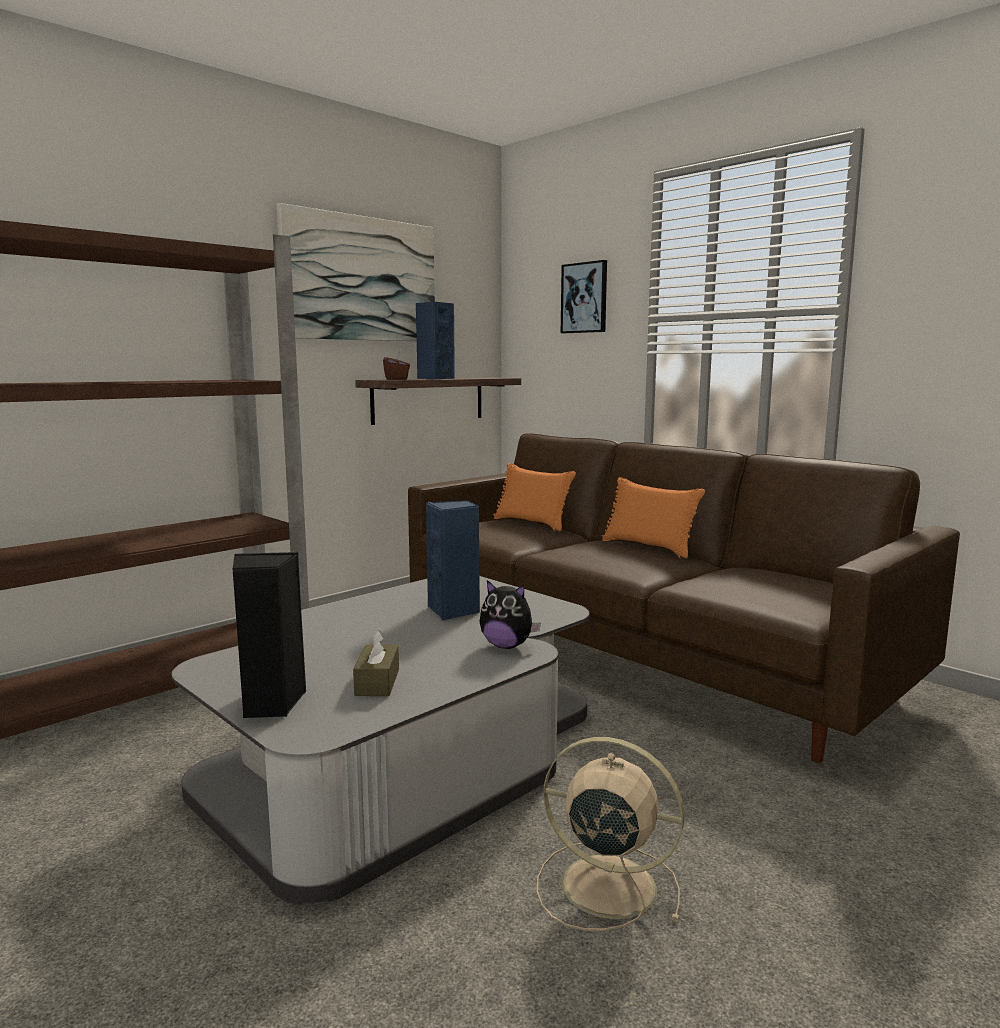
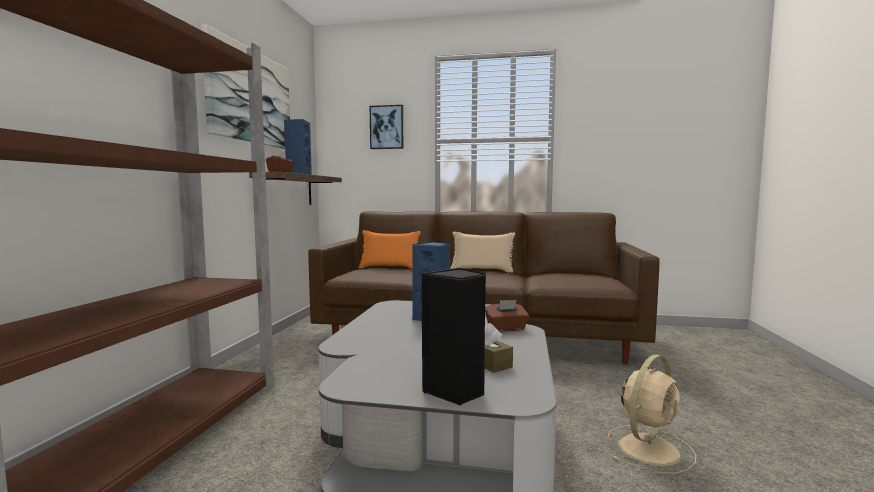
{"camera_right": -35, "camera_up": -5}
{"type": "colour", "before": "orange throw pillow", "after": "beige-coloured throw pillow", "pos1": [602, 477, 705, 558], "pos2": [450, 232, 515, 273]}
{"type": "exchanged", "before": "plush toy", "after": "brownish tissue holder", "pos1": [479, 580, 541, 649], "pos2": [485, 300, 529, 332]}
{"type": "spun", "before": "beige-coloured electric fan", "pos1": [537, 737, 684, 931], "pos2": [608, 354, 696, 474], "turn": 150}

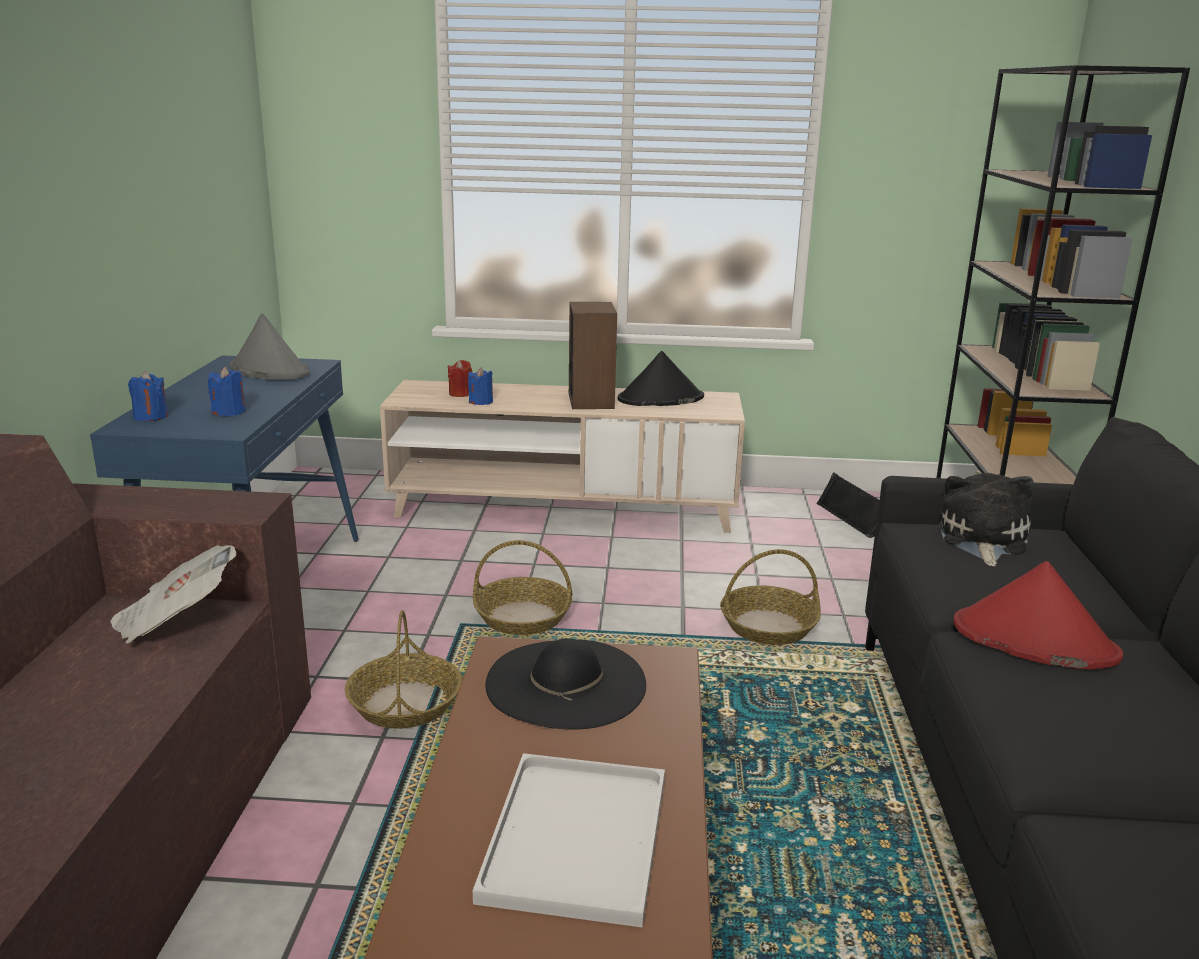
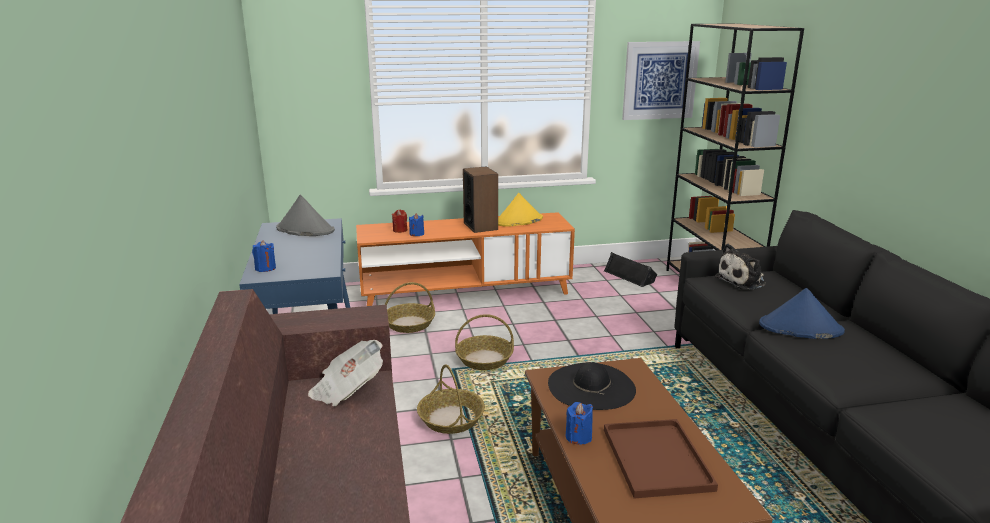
{"camera_right": -15, "camera_up": 0}
{"type": "colour", "before": "beige-coloured media console", "after": "orange media console", "pos1": [380, 380, 745, 533], "pos2": [356, 212, 575, 306]}
{"type": "relocated", "before": "storage basket", "pos1": [720, 549, 821, 645], "pos2": [385, 282, 435, 333]}
{"type": "colour", "before": "black wearable hat", "after": "yellowish wearable hat", "pos1": [618, 351, 704, 406], "pos2": [498, 193, 543, 227]}
{"type": "relocated", "before": "bluish wax candle", "pos1": [208, 367, 246, 416], "pos2": [566, 402, 593, 445]}
{"type": "colour", "before": "white-coloured tray", "after": "brownish tray", "pos1": [473, 753, 665, 927], "pos2": [604, 419, 718, 499]}
{"type": "appeared", "after": "wall picture", "pos2": [622, 41, 700, 120]}
{"type": "spun", "before": "plush toy", "pos1": [939, 473, 1034, 567], "pos2": [715, 244, 766, 290], "turn": -120}
{"type": "colour", "before": "reddish wearable hat", "after": "bluish wearable hat", "pos1": [953, 561, 1123, 669], "pos2": [759, 288, 845, 339]}

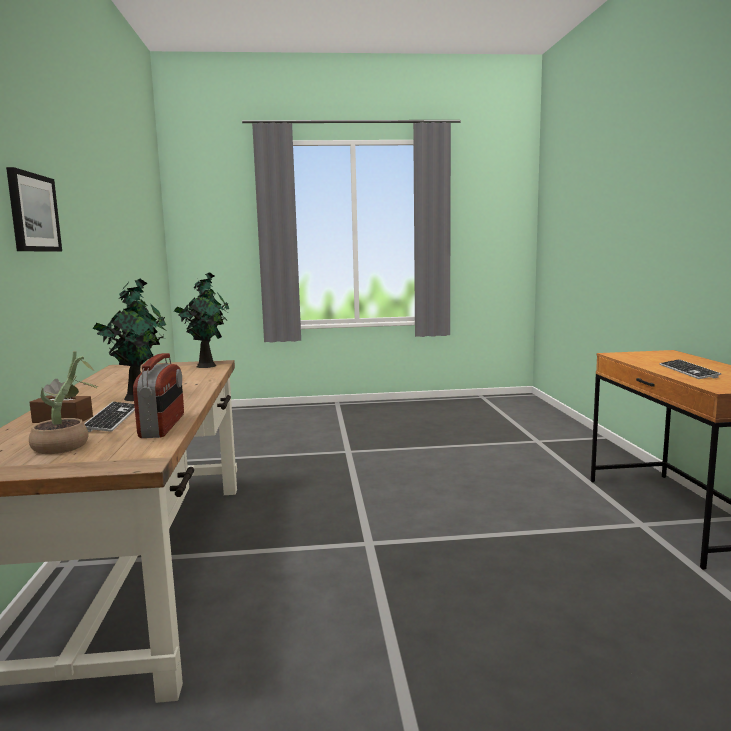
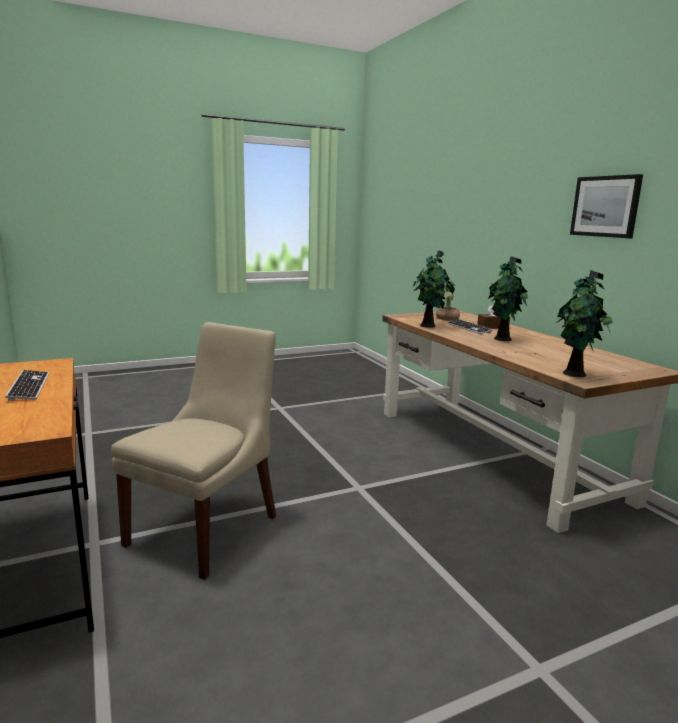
{"camera_right": 160, "camera_up": 5}
{"type": "appeared", "after": "beige-coloured chair", "pos2": [111, 322, 276, 580]}
{"type": "exchanged", "before": "radio", "after": "potted plant", "pos1": [133, 353, 184, 438], "pos2": [413, 251, 455, 328]}

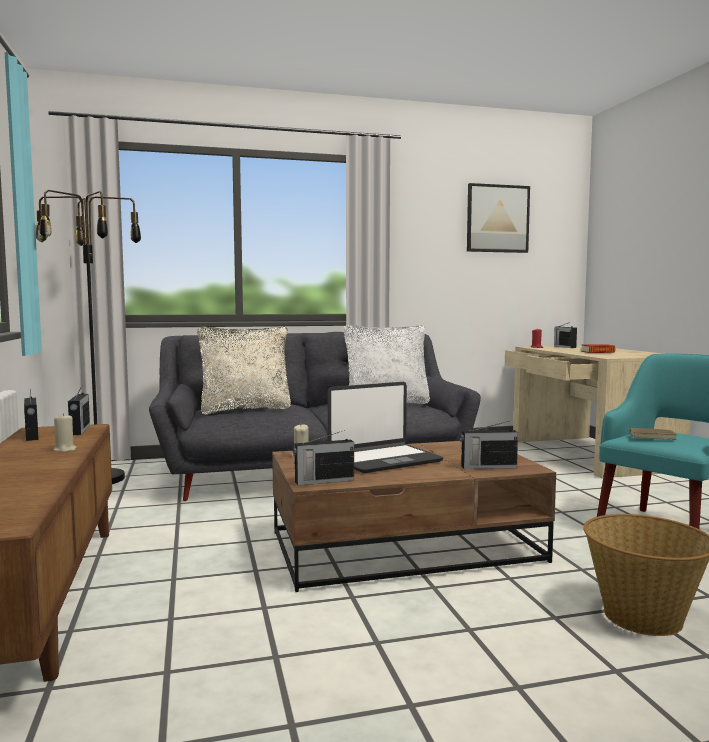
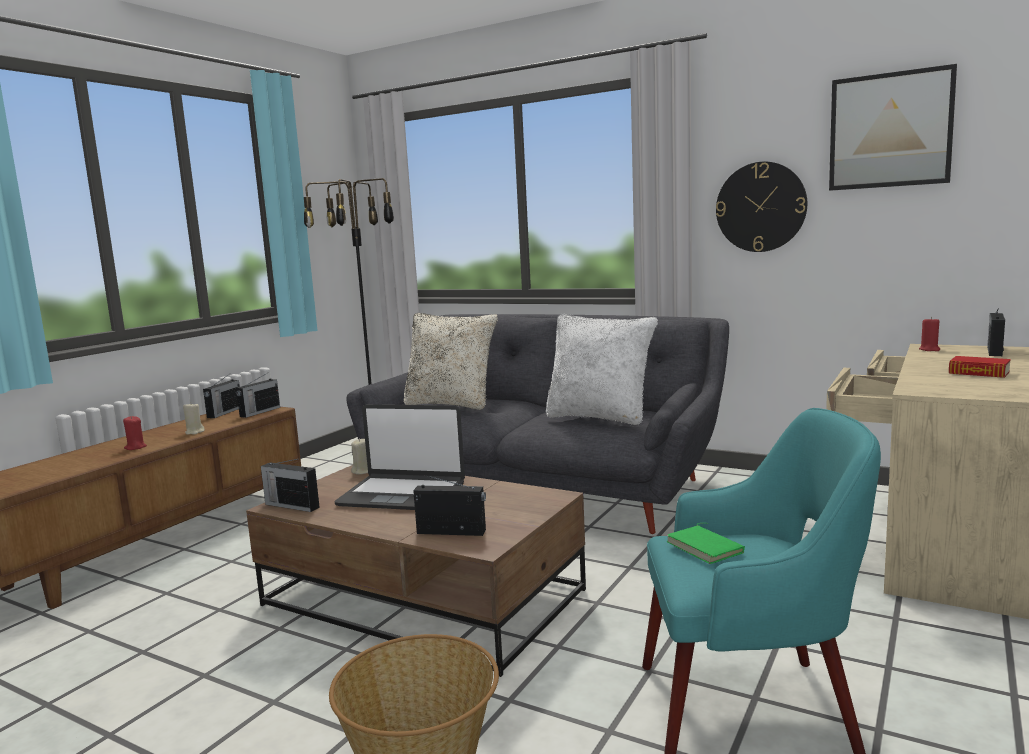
{"camera_right": 45, "camera_up": 5}
{"type": "appeared", "after": "reddish wax candle", "pos2": [123, 416, 147, 450]}
{"type": "spun", "before": "radio", "pos1": [460, 421, 518, 469], "pos2": [413, 475, 486, 536], "turn": 150}
{"type": "colour", "before": "brownish book", "after": "green book", "pos1": [628, 427, 677, 440], "pos2": [667, 523, 745, 564]}
{"type": "appeared", "after": "clock on the wall", "pos2": [716, 162, 807, 252]}

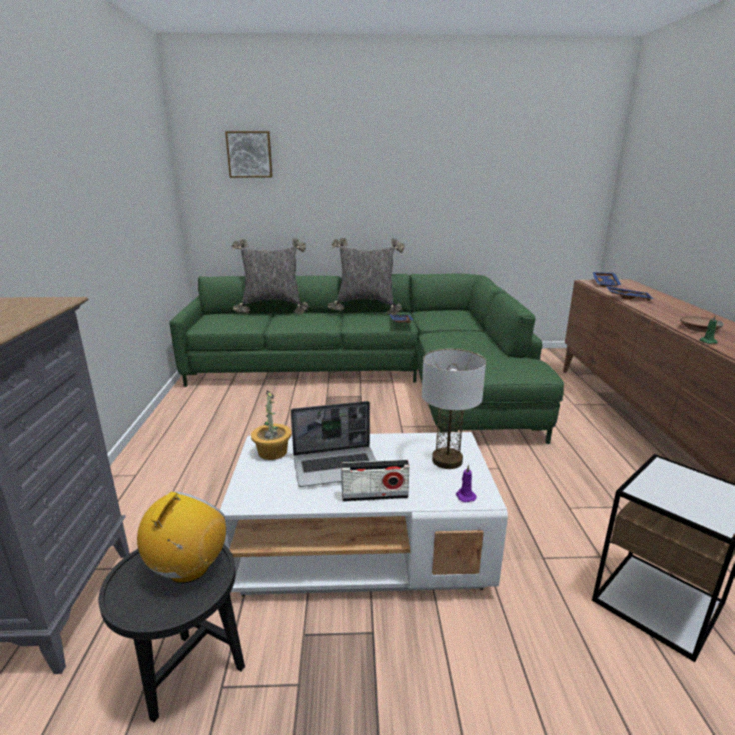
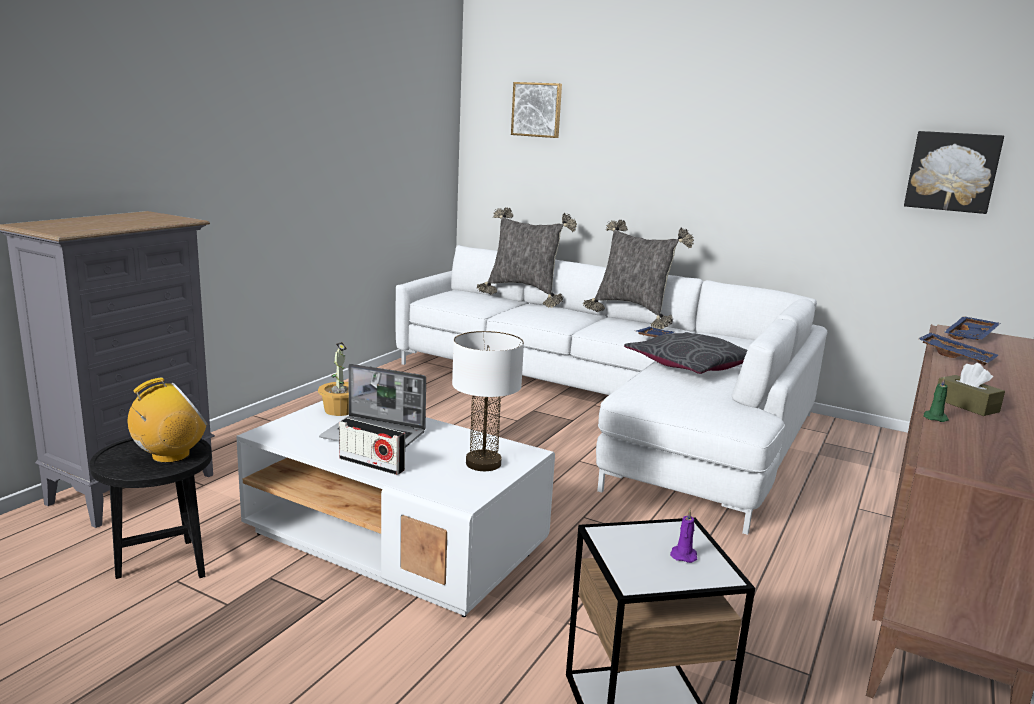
{"camera_right": 30, "camera_up": -5}
{"type": "colour", "before": "green sofa", "after": "white-coloured sofa", "pos1": [169, 274, 564, 444], "pos2": [396, 245, 827, 535]}
{"type": "appeared", "after": "gray throw pillow", "pos2": [624, 332, 747, 374]}
{"type": "relocated", "before": "purplish wax candle", "pos1": [456, 464, 477, 502], "pos2": [670, 509, 697, 563]}
{"type": "appeared", "after": "wall picture", "pos2": [904, 131, 1004, 214]}
{"type": "exchanged", "before": "brownish bowl", "after": "brownish tissue holder", "pos1": [680, 316, 724, 332], "pos2": [938, 363, 1005, 416]}

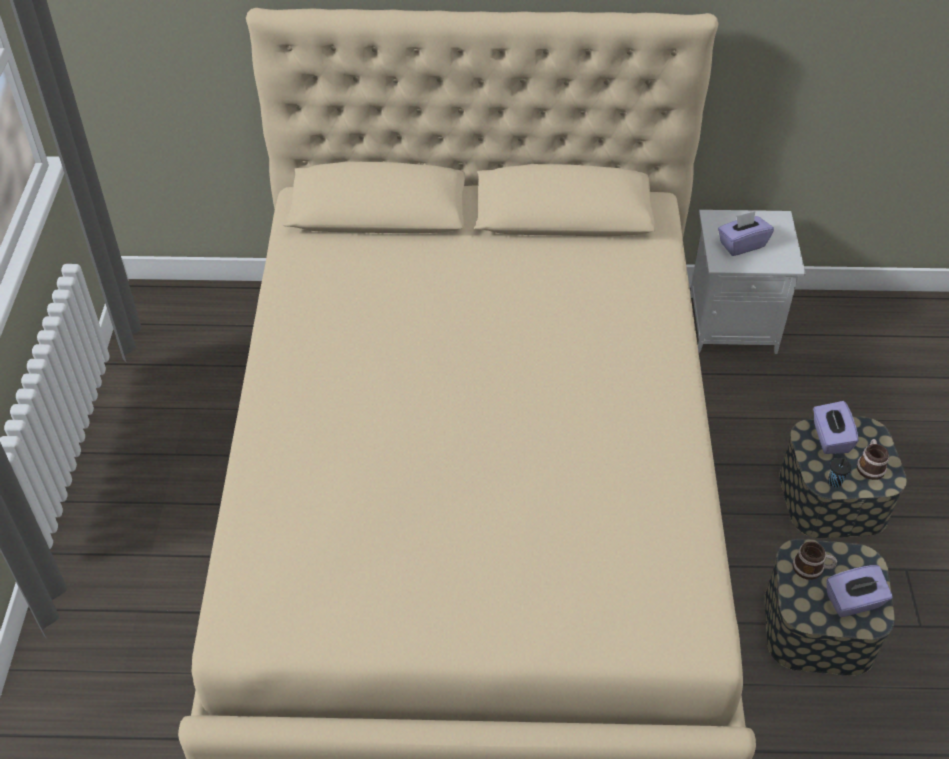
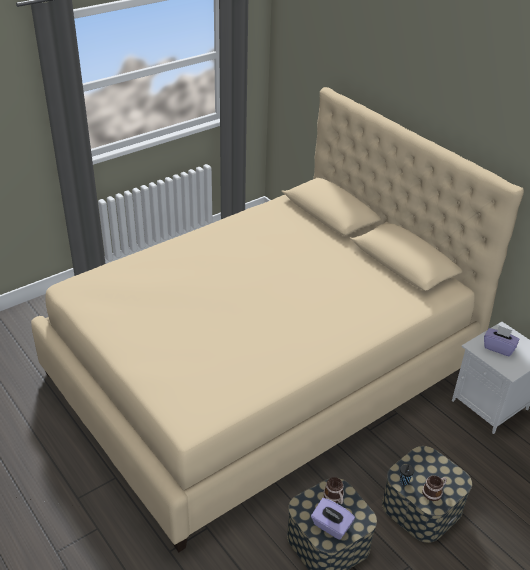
{"camera_right": 50, "camera_up": -10}
{"type": "missing", "before": "purplish tissue holder", "pos1": [813, 401, 859, 454]}

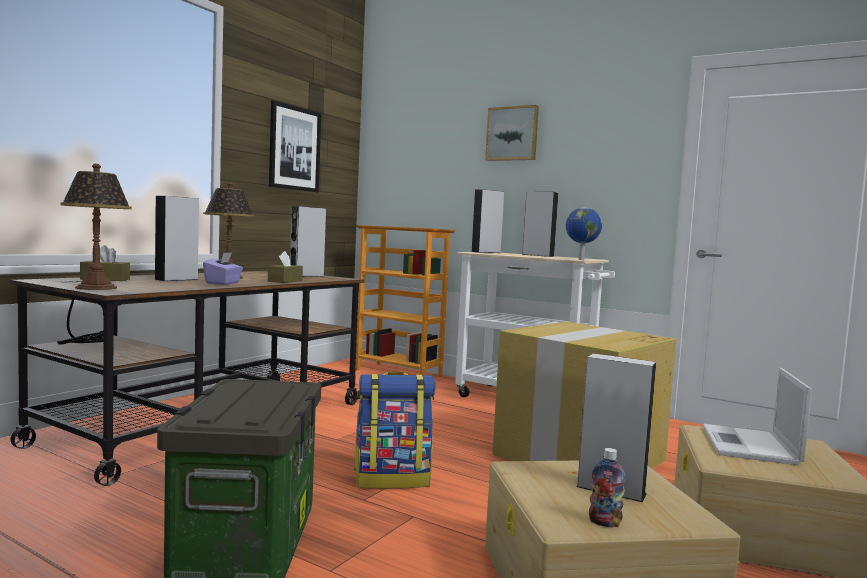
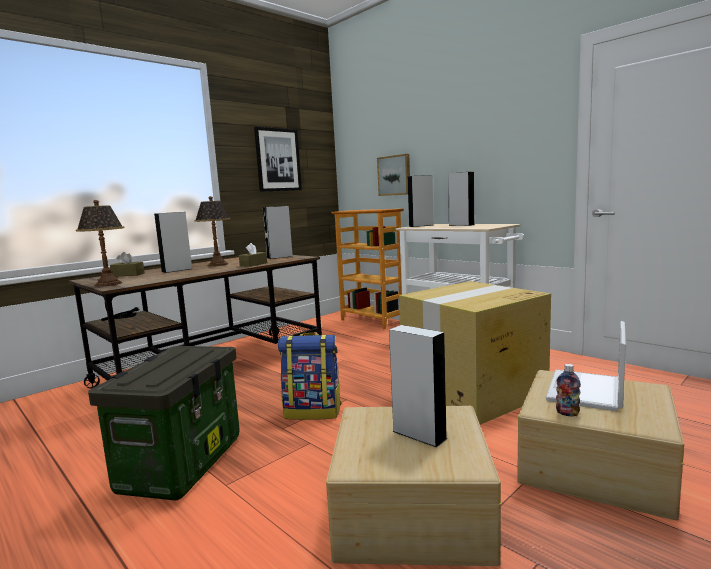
{"camera_right": 15, "camera_up": 5}
{"type": "relocated", "before": "wall picture", "pos1": [485, 105, 539, 161], "pos2": [377, 154, 410, 196]}
{"type": "relocated", "before": "beverage bottle", "pos1": [589, 448, 625, 527], "pos2": [556, 364, 581, 417]}
{"type": "missing", "before": "purplish tissue holder", "pos1": [203, 253, 243, 285]}
{"type": "missing", "before": "globe", "pos1": [566, 207, 602, 260]}

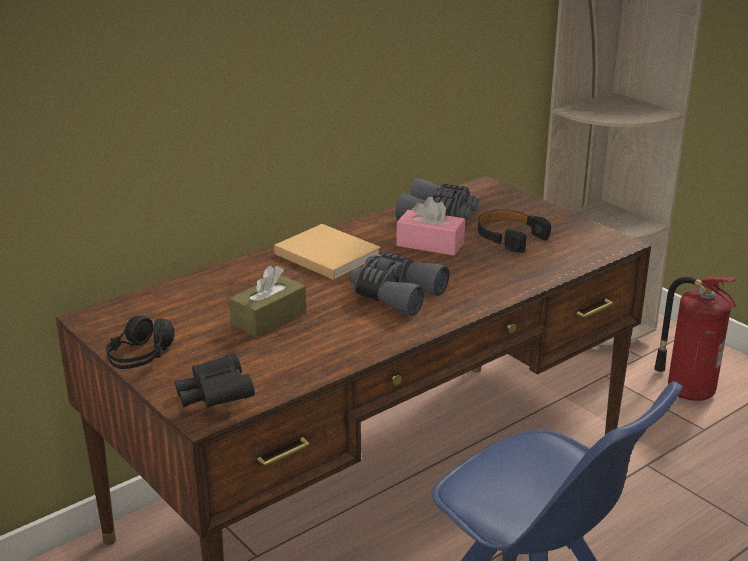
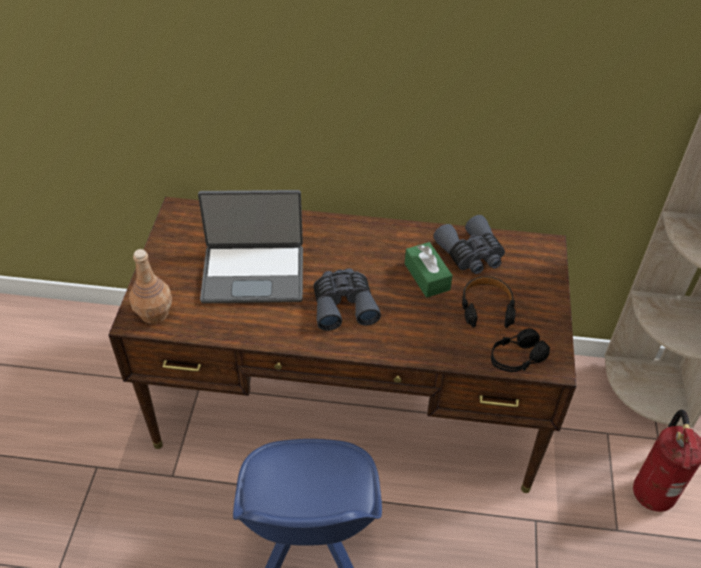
{"camera_right": 45, "camera_up": 20}
{"type": "exchanged", "before": "black binoculars", "after": "brownish beverage bottle", "pos1": [175, 353, 255, 408], "pos2": [129, 249, 172, 324]}
{"type": "exchanged", "before": "brownish tissue holder", "after": "laptop", "pos1": [229, 266, 306, 337], "pos2": [198, 190, 303, 303]}
{"type": "colour", "before": "pink-coloured tissue holder", "after": "green tissue holder", "pos1": [396, 197, 465, 256], "pos2": [405, 242, 453, 298]}
{"type": "relocated", "before": "black headphones", "pos1": [106, 316, 175, 369], "pos2": [491, 328, 550, 372]}
{"type": "missing", "before": "beige-coloured book", "pos1": [274, 224, 381, 280]}

